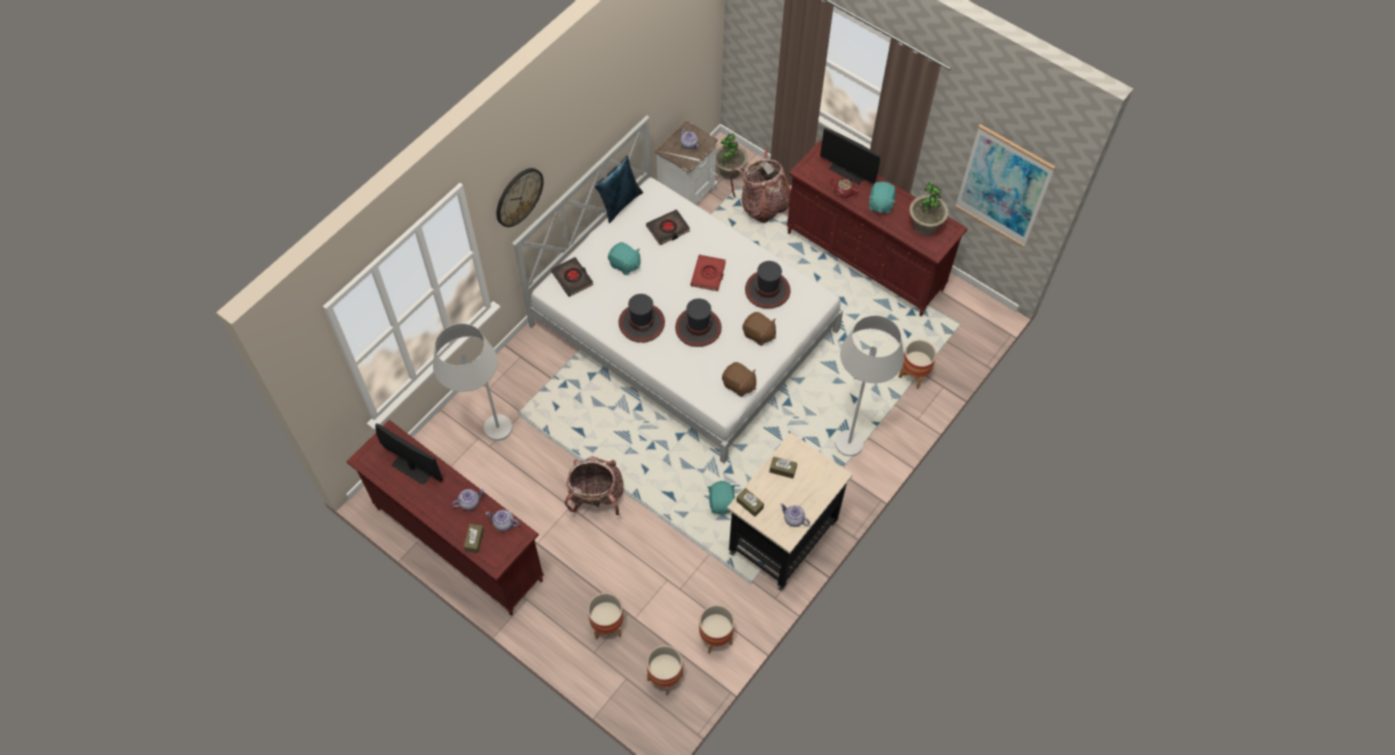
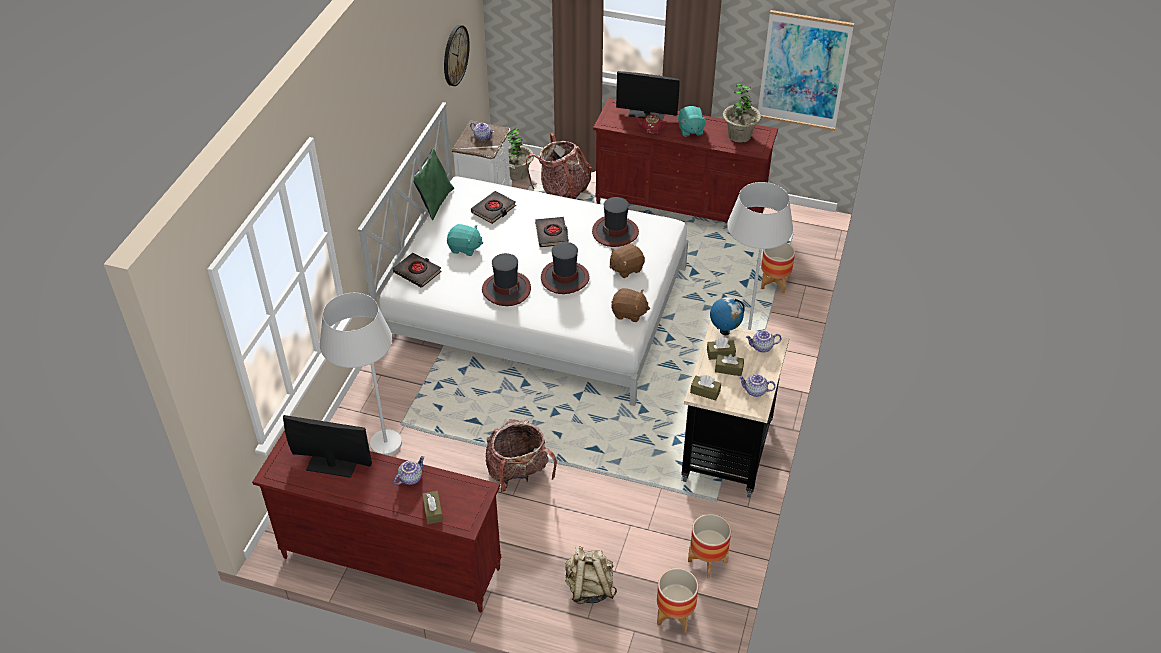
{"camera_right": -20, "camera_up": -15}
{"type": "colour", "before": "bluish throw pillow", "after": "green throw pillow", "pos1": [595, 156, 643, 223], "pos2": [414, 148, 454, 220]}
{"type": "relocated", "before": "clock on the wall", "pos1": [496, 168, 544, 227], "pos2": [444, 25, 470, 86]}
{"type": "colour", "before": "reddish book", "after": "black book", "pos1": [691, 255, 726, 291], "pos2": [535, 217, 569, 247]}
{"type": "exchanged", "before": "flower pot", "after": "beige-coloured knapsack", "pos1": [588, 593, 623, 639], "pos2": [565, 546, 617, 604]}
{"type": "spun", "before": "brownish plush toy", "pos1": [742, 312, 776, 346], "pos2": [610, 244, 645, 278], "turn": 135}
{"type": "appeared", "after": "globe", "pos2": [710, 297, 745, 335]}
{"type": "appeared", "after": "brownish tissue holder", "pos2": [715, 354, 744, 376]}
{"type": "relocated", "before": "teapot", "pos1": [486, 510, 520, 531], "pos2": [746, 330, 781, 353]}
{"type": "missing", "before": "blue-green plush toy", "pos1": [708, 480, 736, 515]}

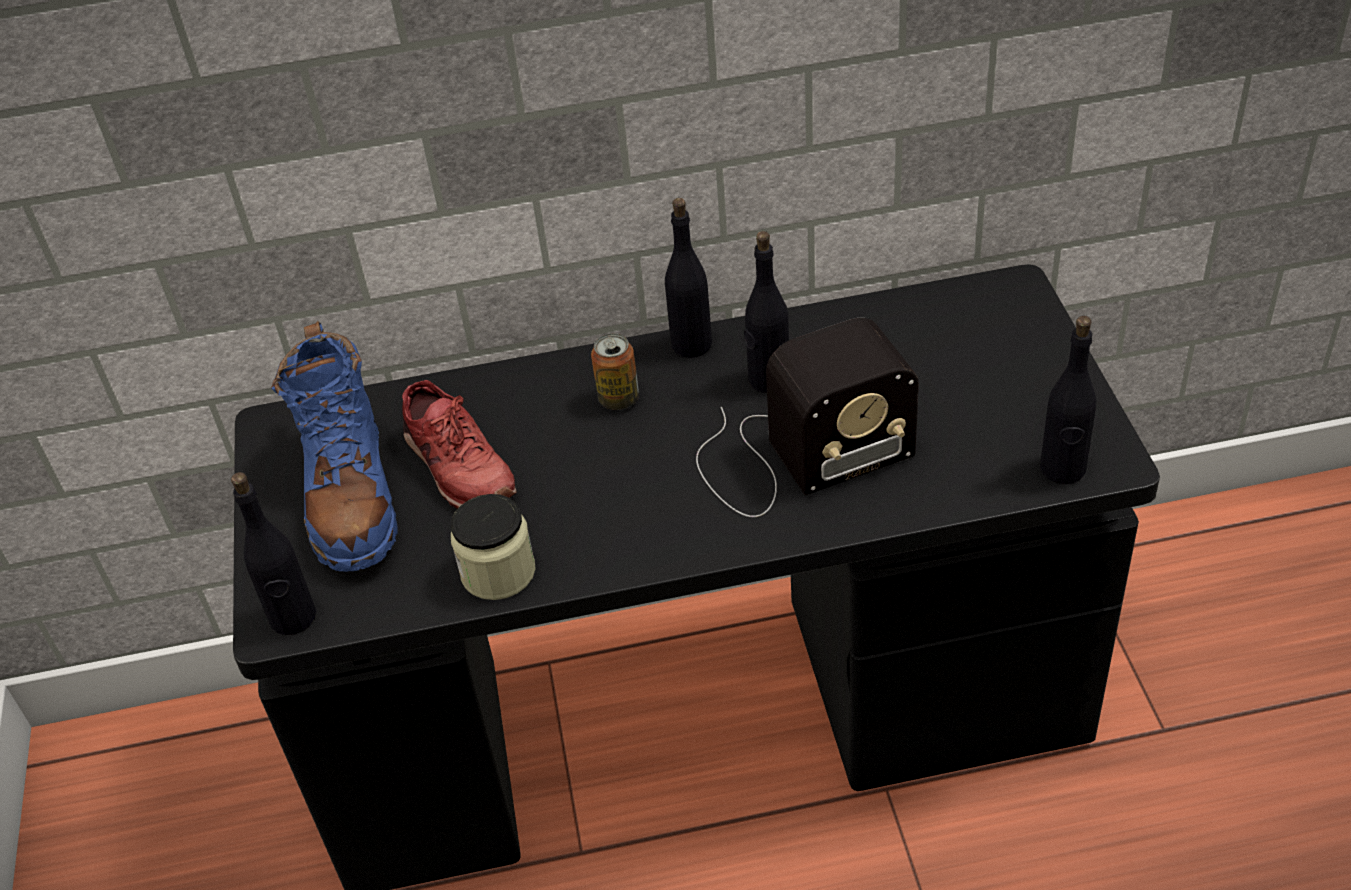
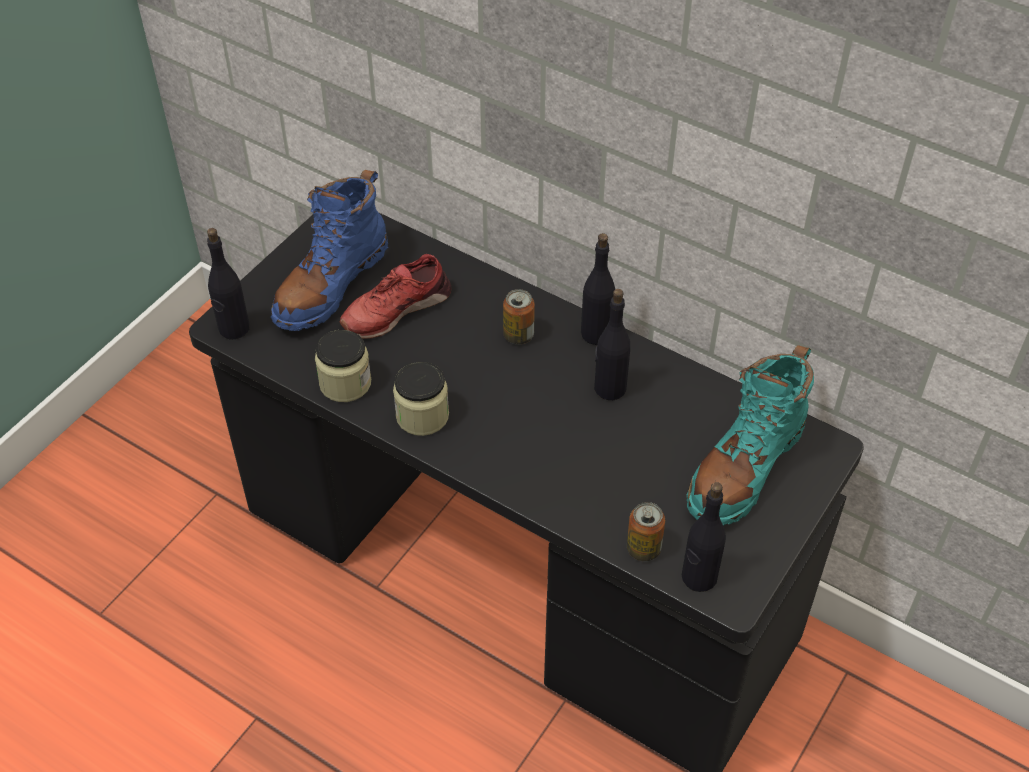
{"camera_right": 40, "camera_up": 5}
{"type": "spun", "before": "reddish low shoe", "pos1": [402, 380, 517, 509], "pos2": [340, 254, 452, 339], "turn": 45}
{"type": "appeared", "after": "preserve jar", "pos2": [393, 362, 449, 436]}
{"type": "appeared", "after": "metal can", "pos2": [627, 502, 665, 561]}
{"type": "appeared", "after": "blue-green boot", "pos2": [687, 345, 814, 526]}
{"type": "missing", "before": "radio", "pos1": [696, 318, 919, 517]}

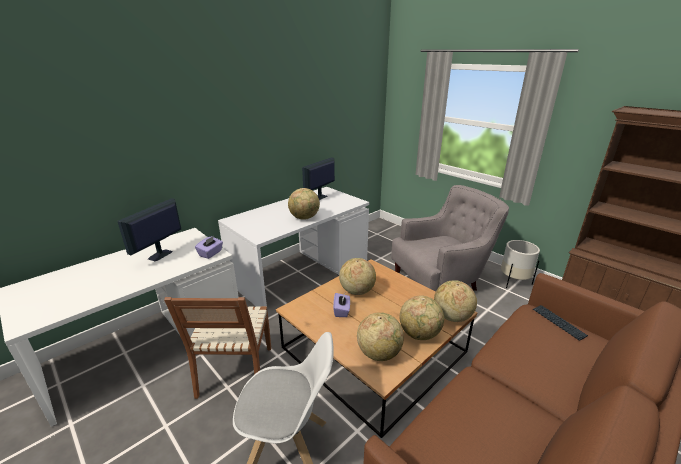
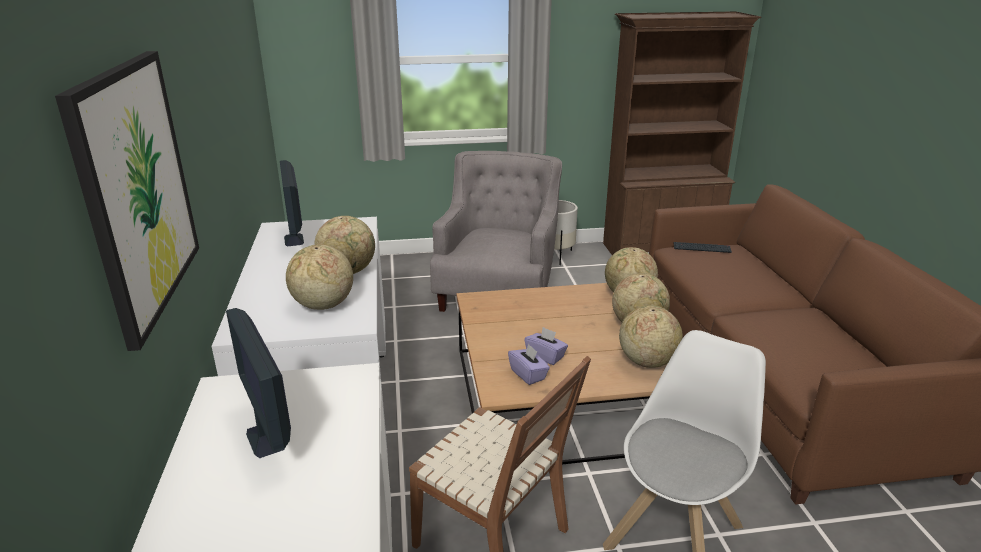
{"camera_right": -55, "camera_up": 0}
{"type": "appeared", "after": "wall picture", "pos2": [55, 51, 199, 351]}
{"type": "relocated", "before": "globe", "pos1": [339, 258, 376, 295], "pos2": [286, 244, 353, 310]}
{"type": "relocated", "before": "purplish tissue holder", "pos1": [195, 236, 223, 259], "pos2": [508, 344, 550, 385]}

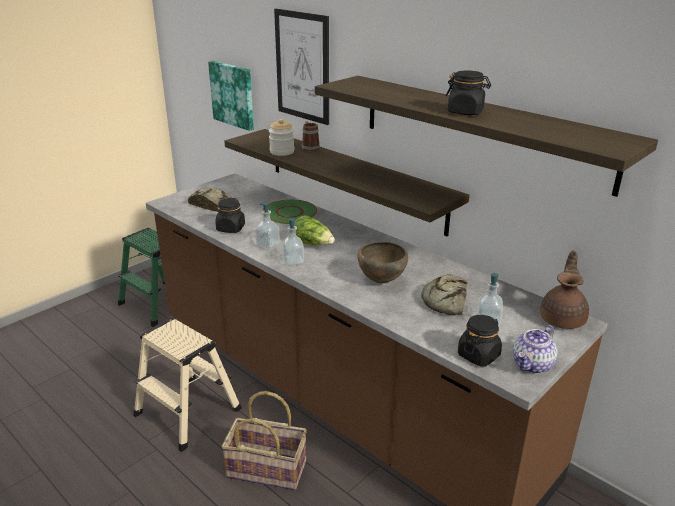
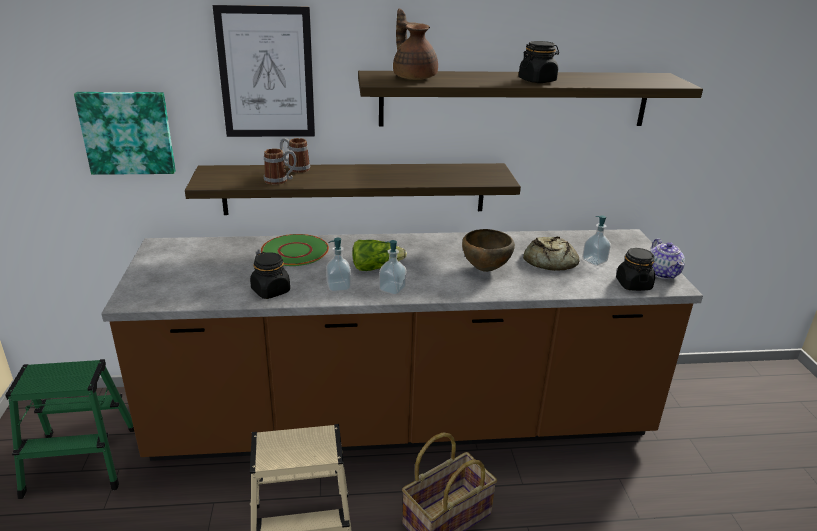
{"camera_right": -50, "camera_up": 0}
{"type": "exchanged", "before": "preserve jar", "after": "tea mug", "pos1": [269, 119, 294, 156], "pos2": [264, 148, 297, 185]}
{"type": "relocated", "before": "brownish teapot", "pos1": [540, 250, 589, 329], "pos2": [393, 9, 438, 80]}
{"type": "missing", "before": "baked bread", "pos1": [188, 188, 231, 212]}

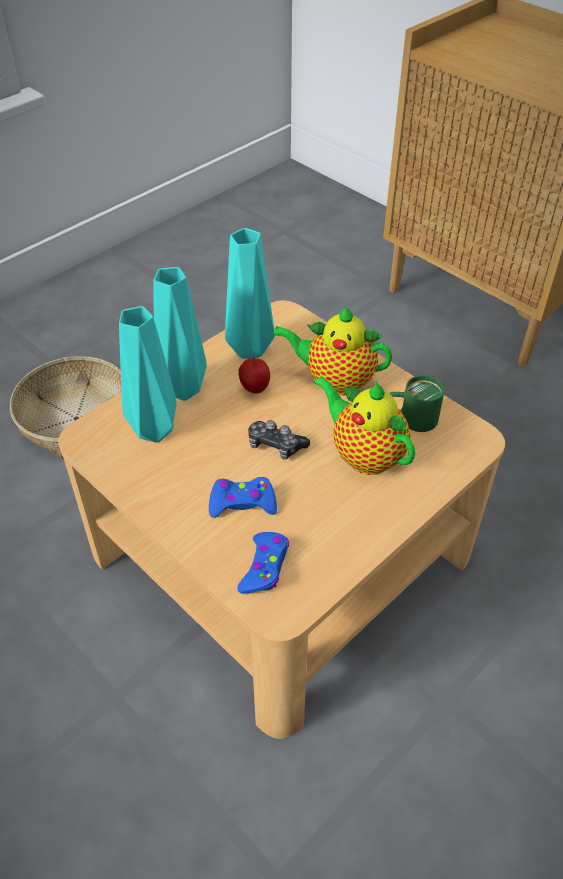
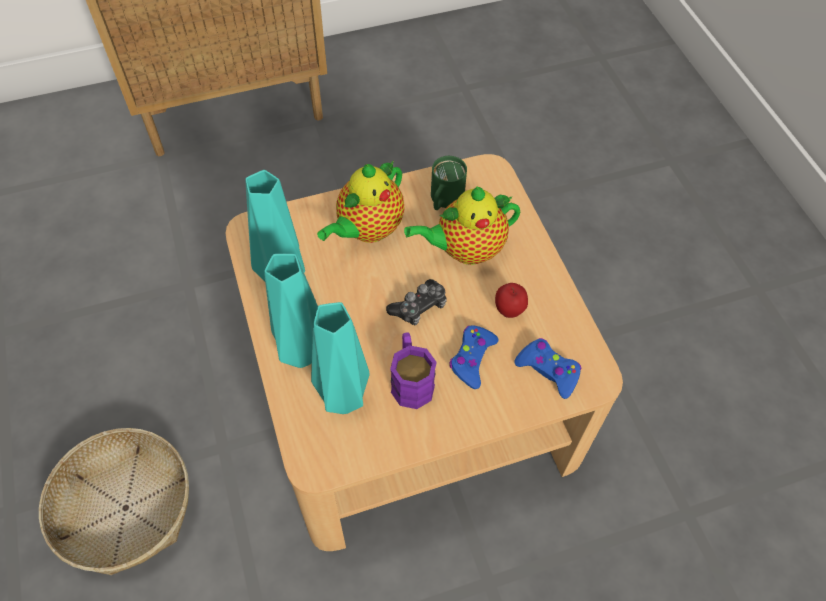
{"camera_right": -65, "camera_up": 10}
{"type": "appeared", "after": "purplish tea mug", "pos2": [390, 332, 437, 409]}
{"type": "relocated", "before": "apple", "pos1": [238, 357, 270, 394], "pos2": [495, 283, 528, 318]}

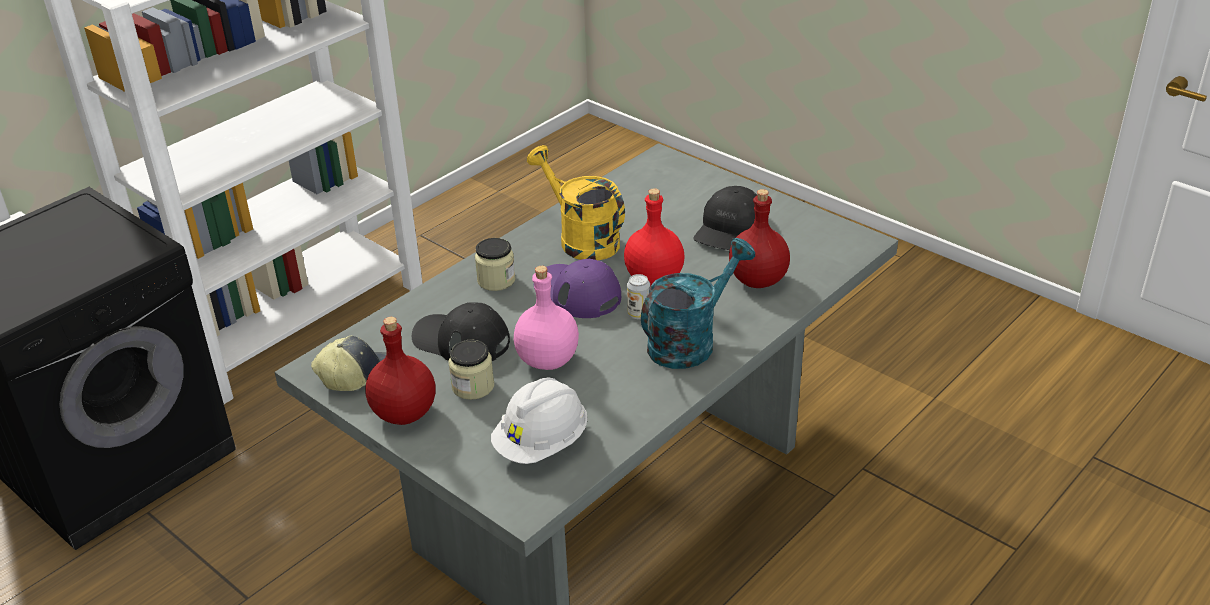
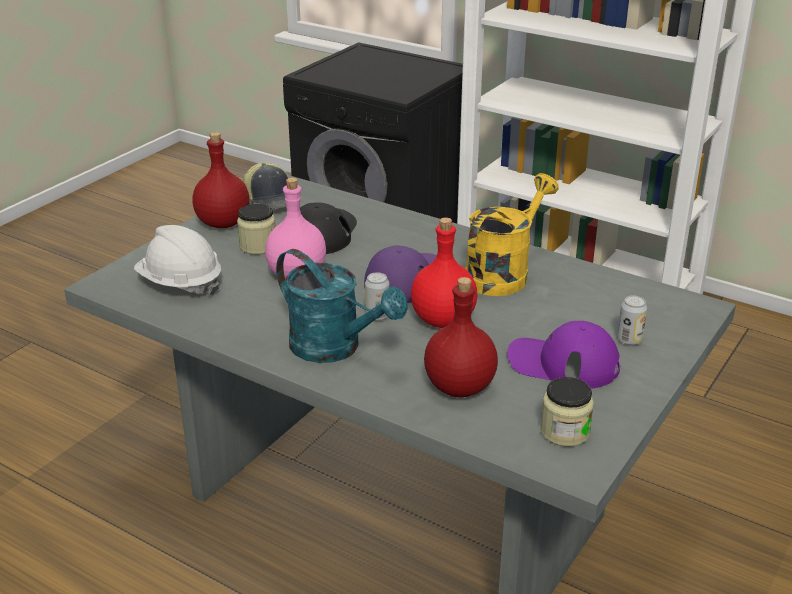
{"camera_right": 80, "camera_up": -5}
{"type": "colour", "before": "black peaked cap", "after": "purplish peaked cap", "pos1": [693, 186, 757, 250], "pos2": [508, 321, 620, 389]}
{"type": "relocated", "before": "preserve jar", "pos1": [475, 238, 516, 291], "pos2": [540, 377, 594, 447]}
{"type": "appeared", "after": "metal can", "pos2": [617, 295, 647, 345]}

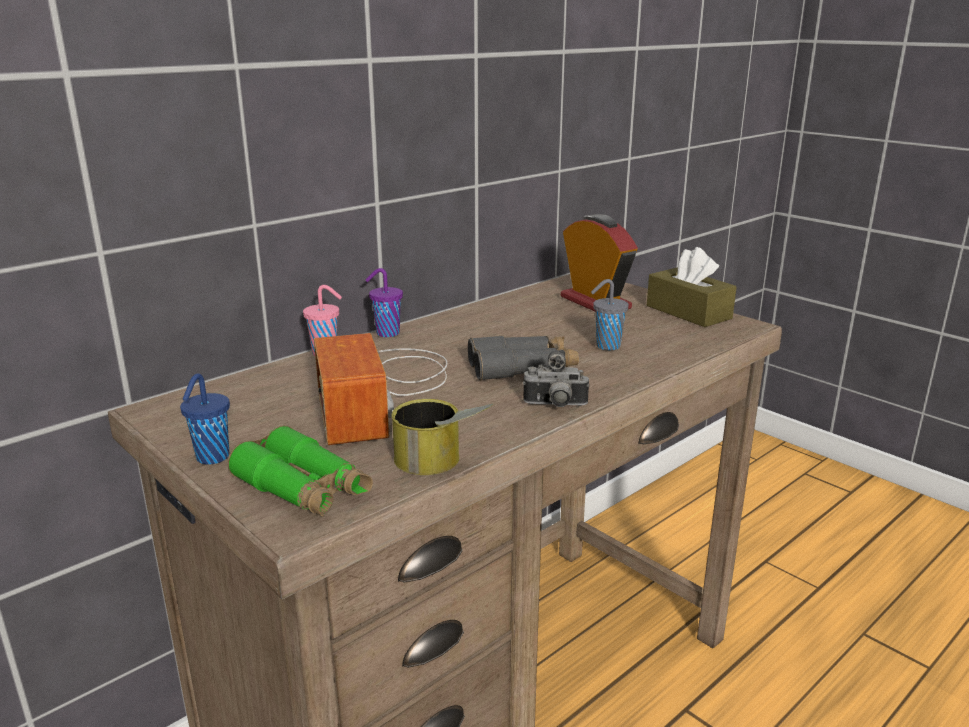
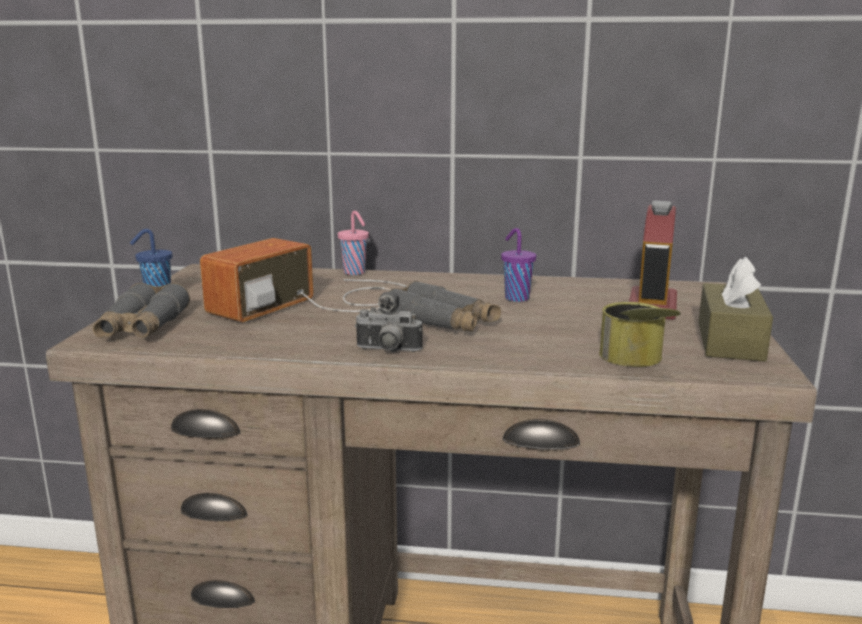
{"camera_right": 50, "camera_up": -5}
{"type": "colour", "before": "green binoculars", "after": "gray binoculars", "pos1": [228, 425, 373, 517], "pos2": [93, 283, 190, 338]}
{"type": "spun", "before": "photo camera", "pos1": [523, 350, 590, 407], "pos2": [354, 292, 423, 352], "turn": -45}
{"type": "relocated", "before": "purplish drinking cup", "pos1": [366, 268, 403, 337], "pos2": [501, 228, 536, 302]}
{"type": "relocated", "before": "metal can", "pos1": [391, 399, 494, 475], "pos2": [599, 302, 681, 367]}
{"type": "missing", "before": "gray drinking cup", "pos1": [591, 279, 629, 350]}

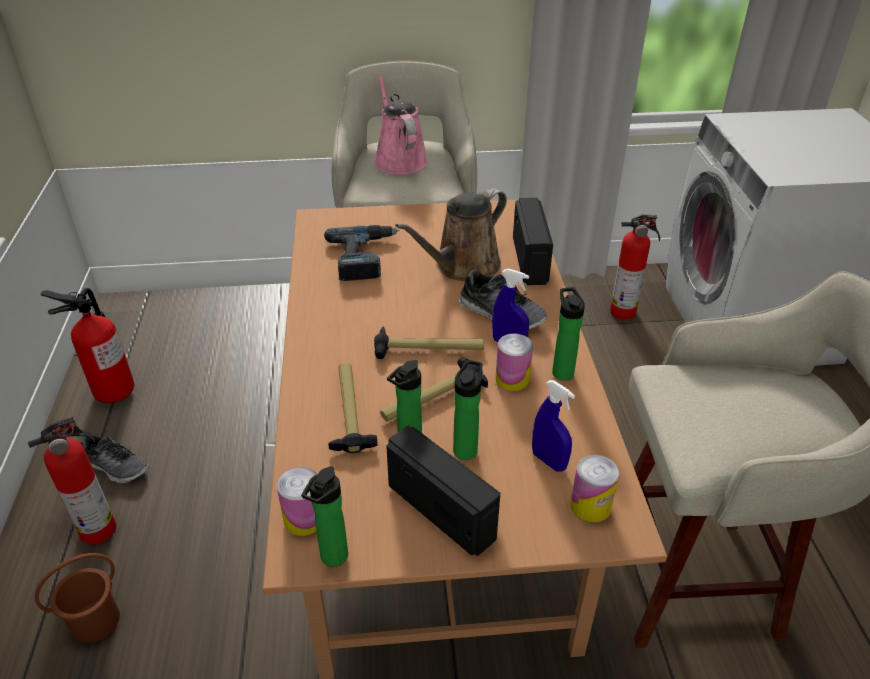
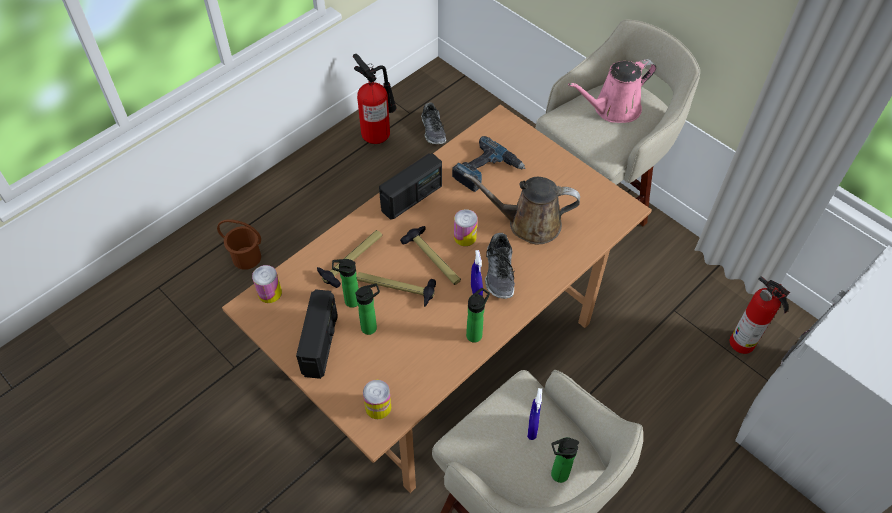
{"camera_right": 50, "camera_up": 15}
{"type": "relocated", "before": "radio", "pos1": [513, 198, 553, 285], "pos2": [379, 153, 442, 220]}
{"type": "relocated", "before": "low shoe", "pos1": [81, 433, 149, 483], "pos2": [421, 102, 446, 144]}
{"type": "relocated", "before": "metal can", "pos1": [495, 334, 533, 391], "pos2": [454, 209, 478, 246]}
{"type": "relocated", "before": "bluish spray bottle", "pos1": [532, 380, 575, 472], "pos2": [527, 388, 542, 440]}
{"type": "relocated", "before": "beverage bottle", "pos1": [301, 466, 348, 567], "pos2": [551, 437, 579, 483]}
{"type": "spun", "before": "pink-coloured watering pot", "pos1": [374, 76, 428, 175], "pos2": [568, 59, 656, 123], "turn": -150}
{"type": "missing", "before": "extinguisher", "pos1": [28, 416, 116, 545]}

